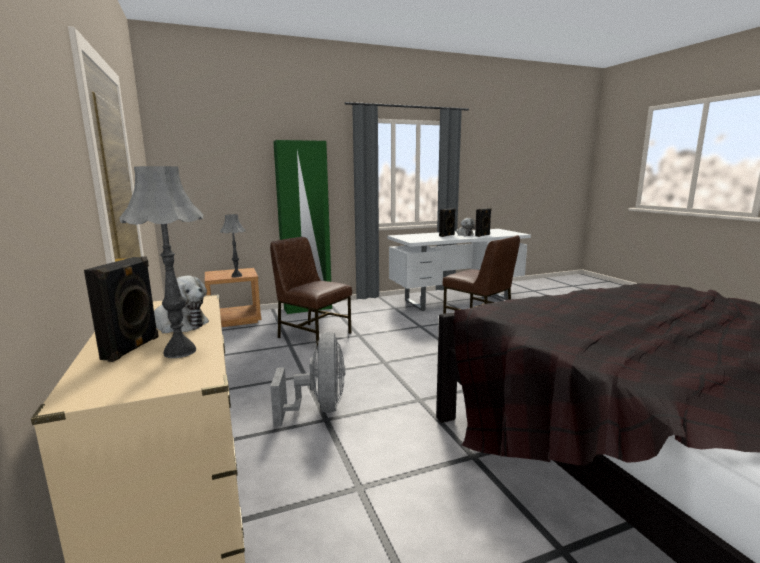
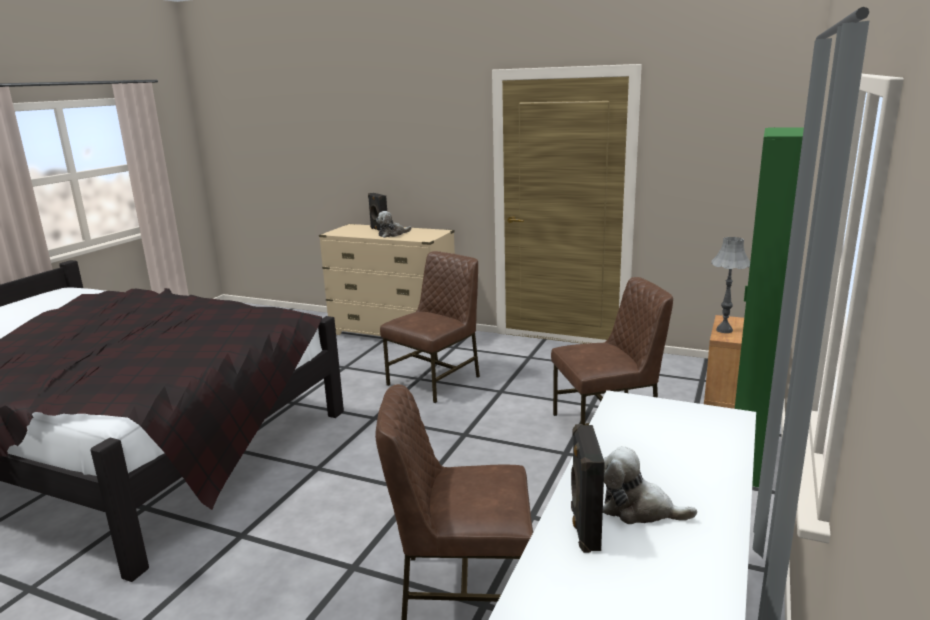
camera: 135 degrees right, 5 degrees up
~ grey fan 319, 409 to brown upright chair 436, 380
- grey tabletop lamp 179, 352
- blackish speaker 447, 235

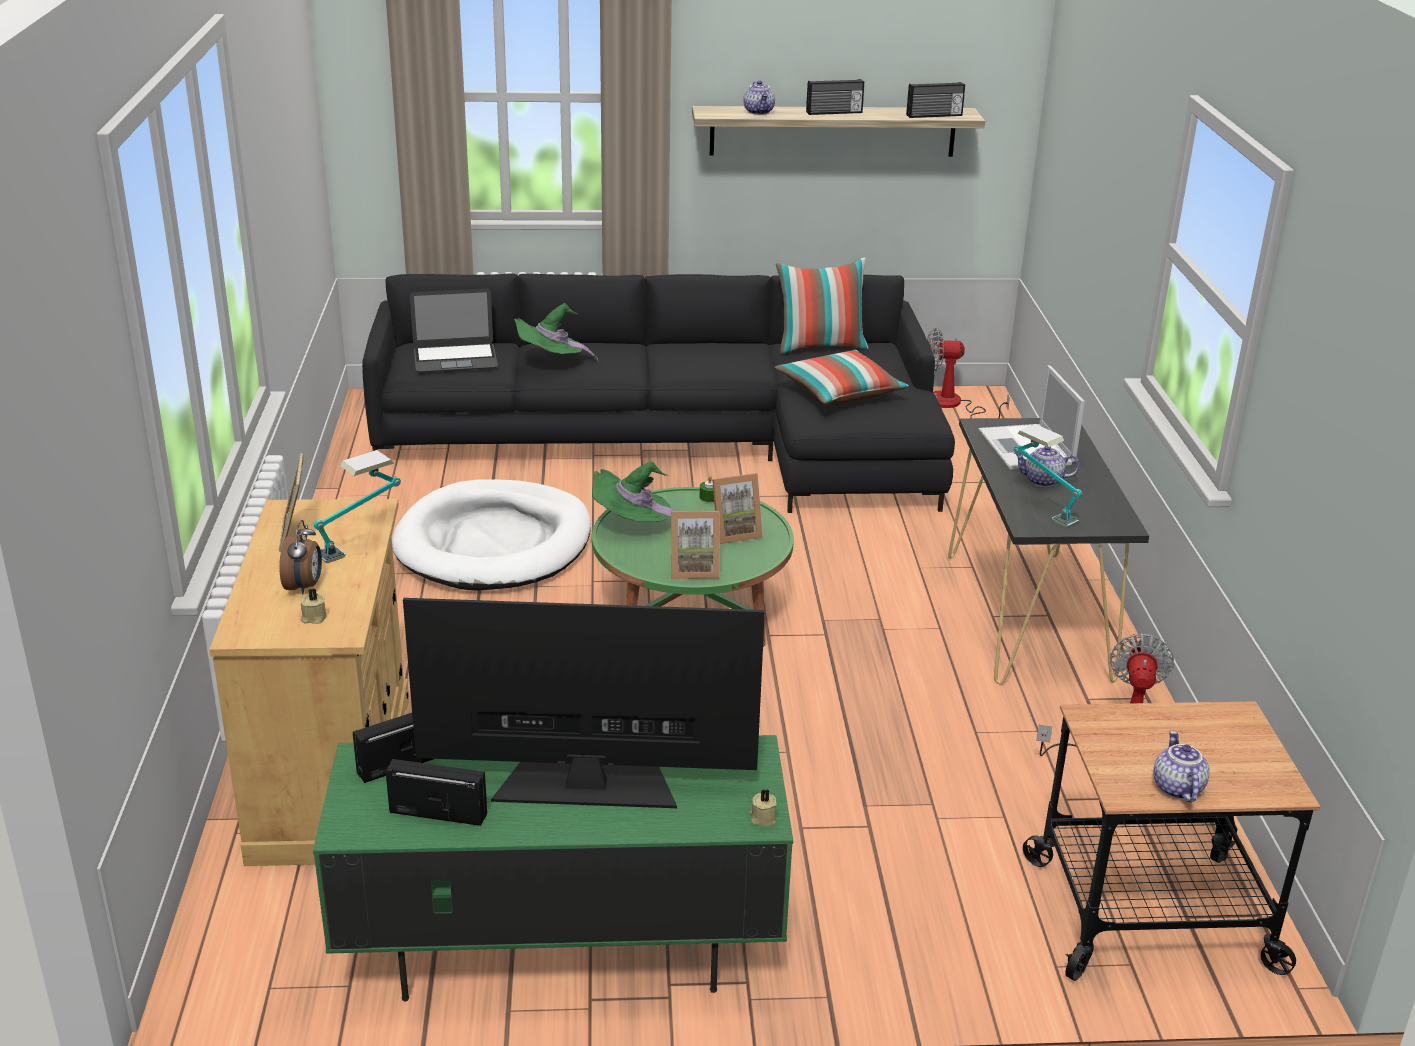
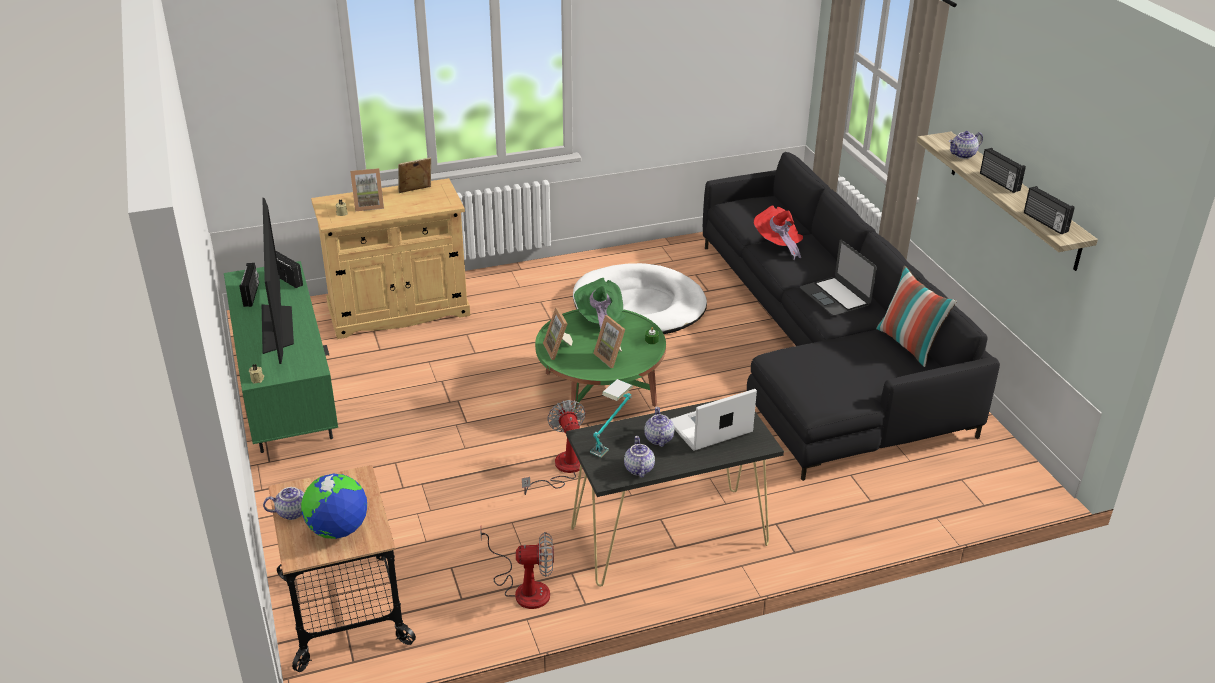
camera: 75 degrees right, 5 degrees up
+ desk globe 338, 530
~ alarm clock 304, 586 to picture frame 368, 205
~ fan 953, 405 to 562, 469
+ pot for tea 638, 469
~ green clothing hat 551, 363 to reddish clothing hat 778, 245
~ laptop 455, 358 to 835, 296
- tabletop lamp 361, 545
- pillow 839, 393

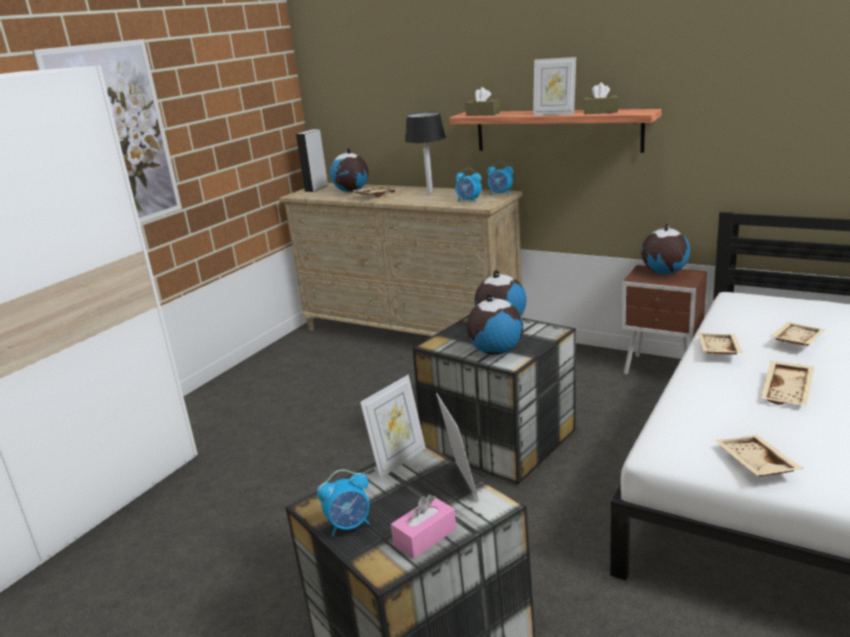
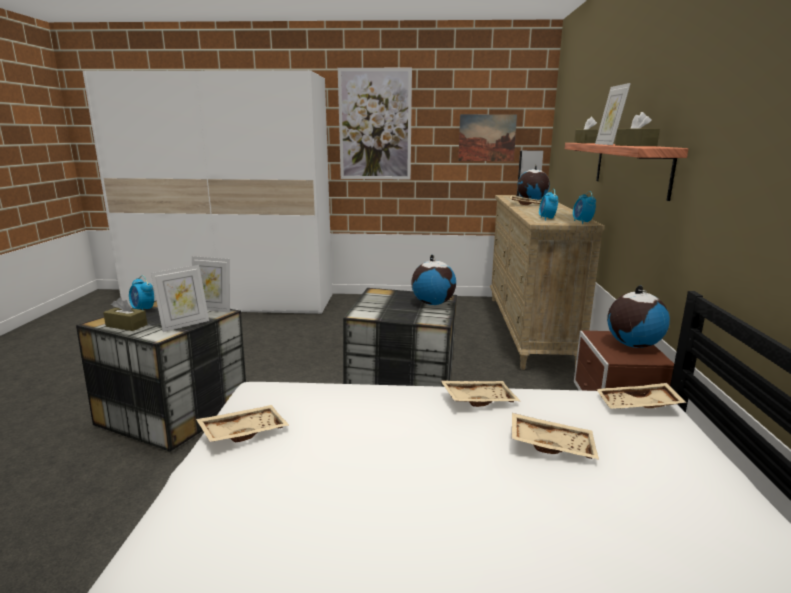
camera: 60 degrees right, 5 degrees down
~ pink box of tissues 425, 536 to brown box of tissues 126, 325
+ wall picture 487, 138
~ beige carrying tray 788, 391 to 638, 406
- tabletop lamp 430, 192
- desk globe 495, 351

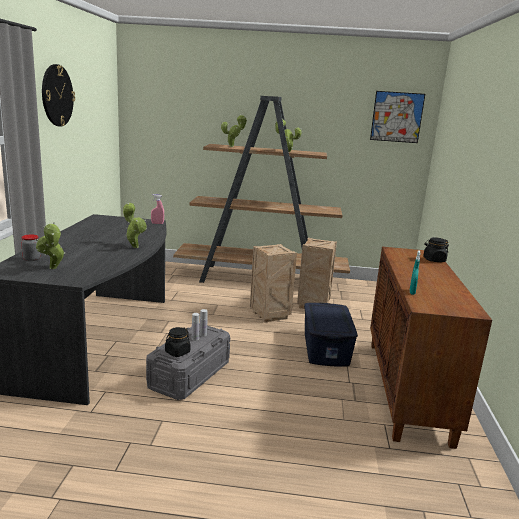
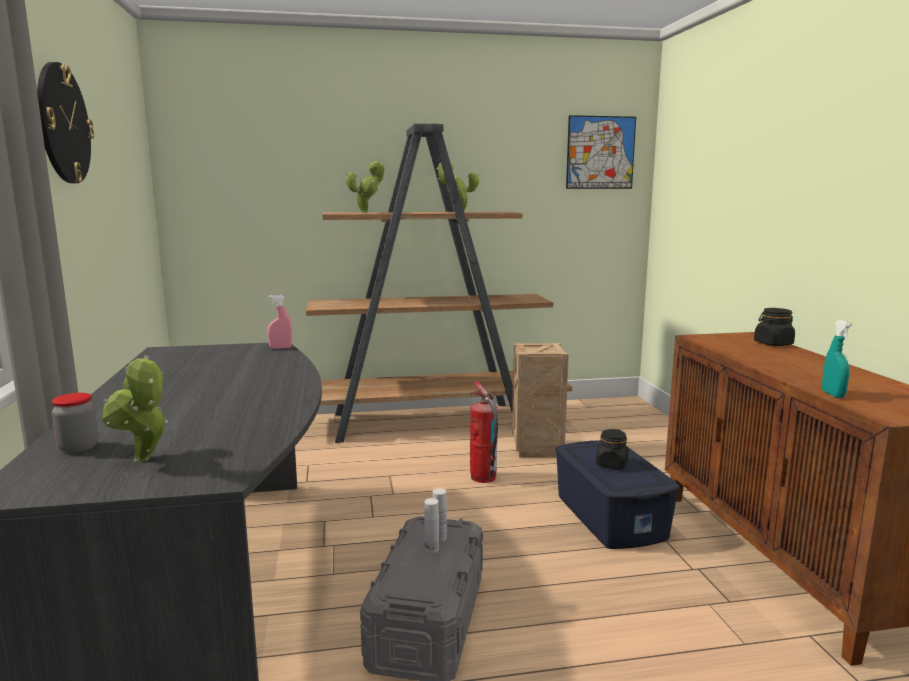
camera: 15 degrees left, 5 degrees down
~ crate 269, 315 to extinguisher 483, 477
~ blackish jar 177, 352 to 612, 464
- houseplant 134, 246

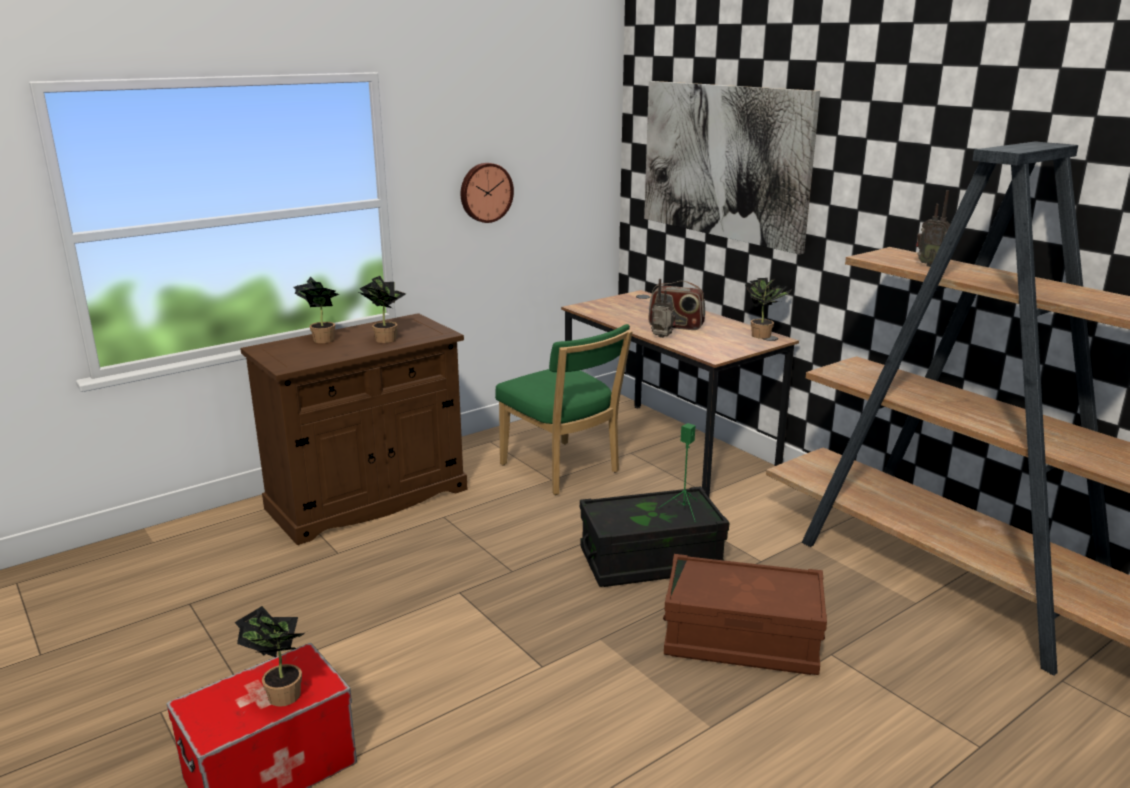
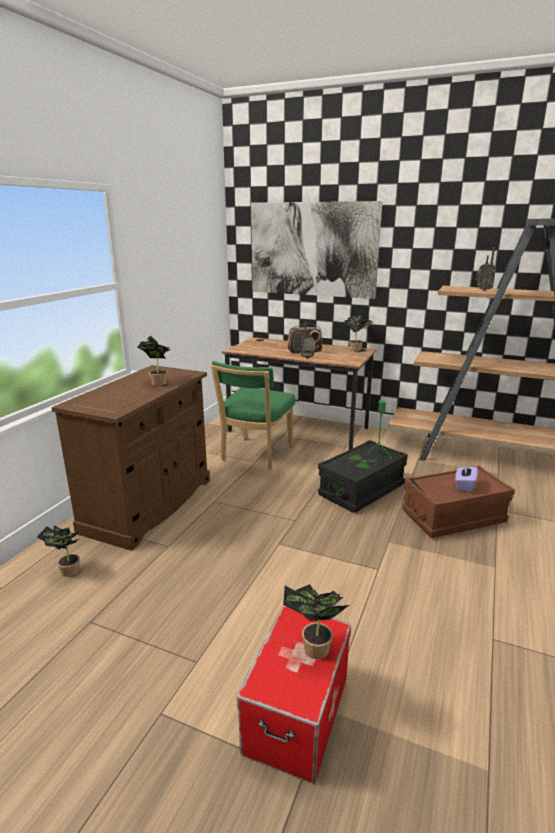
camera: 30 degrees left, 0 degrees up
~ houseplant 321, 339 to 67, 571
~ green upright chair 563, 470 = 255, 454 90 degrees clockwise
+ purple-coloured box of tissues 464, 486
- hanging clock 485, 192

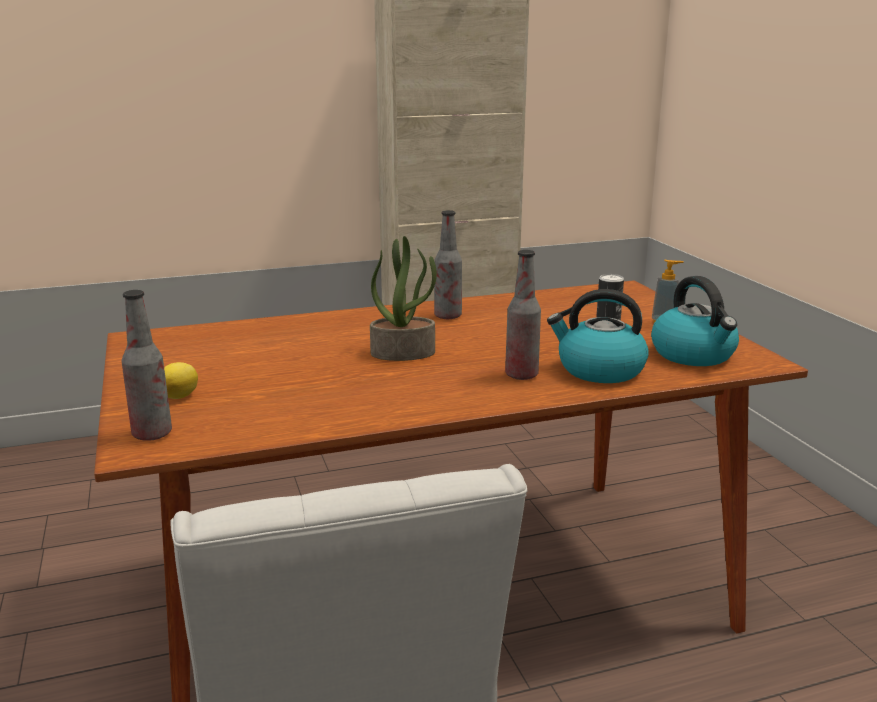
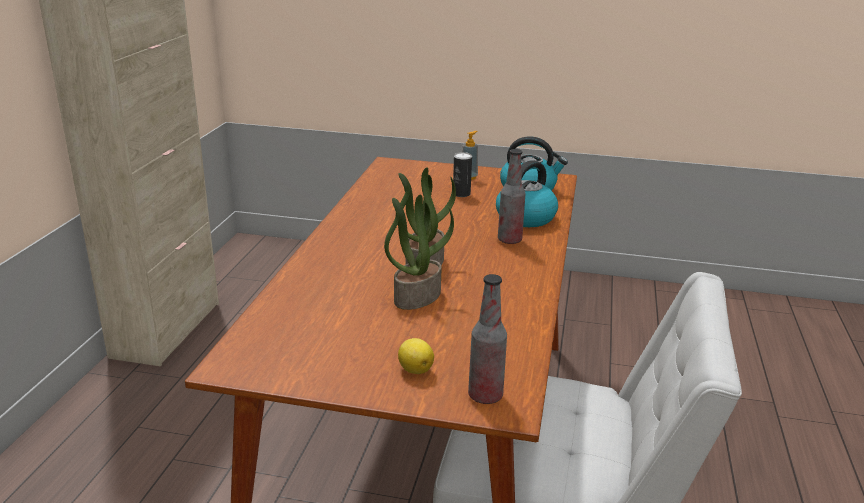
camera: 60 degrees left, 5 degrees up
+ houseplant 417, 296
- beverage bottle 448, 316

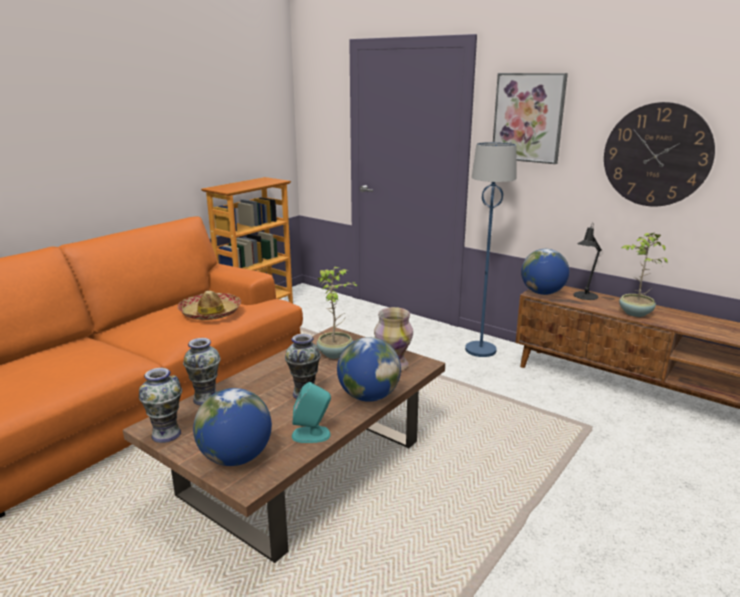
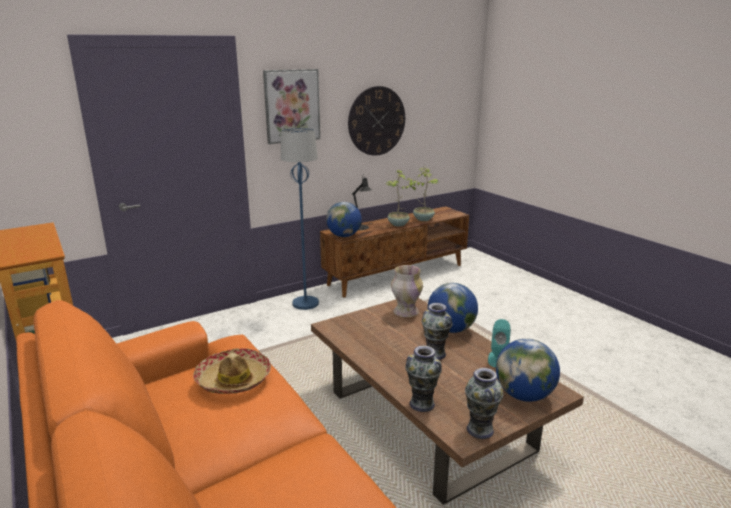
camera: 70 degrees left, 0 degrees up
~ houseplant 336, 353 to 423, 219

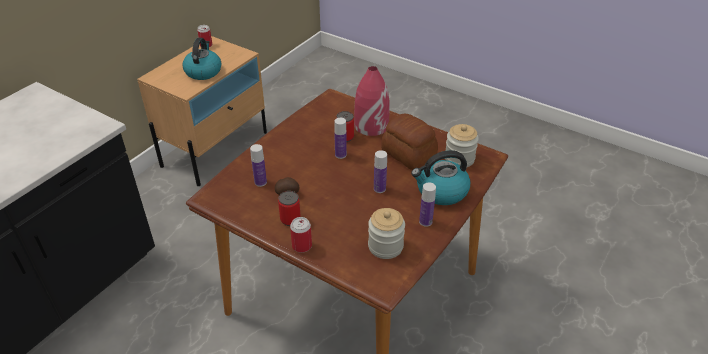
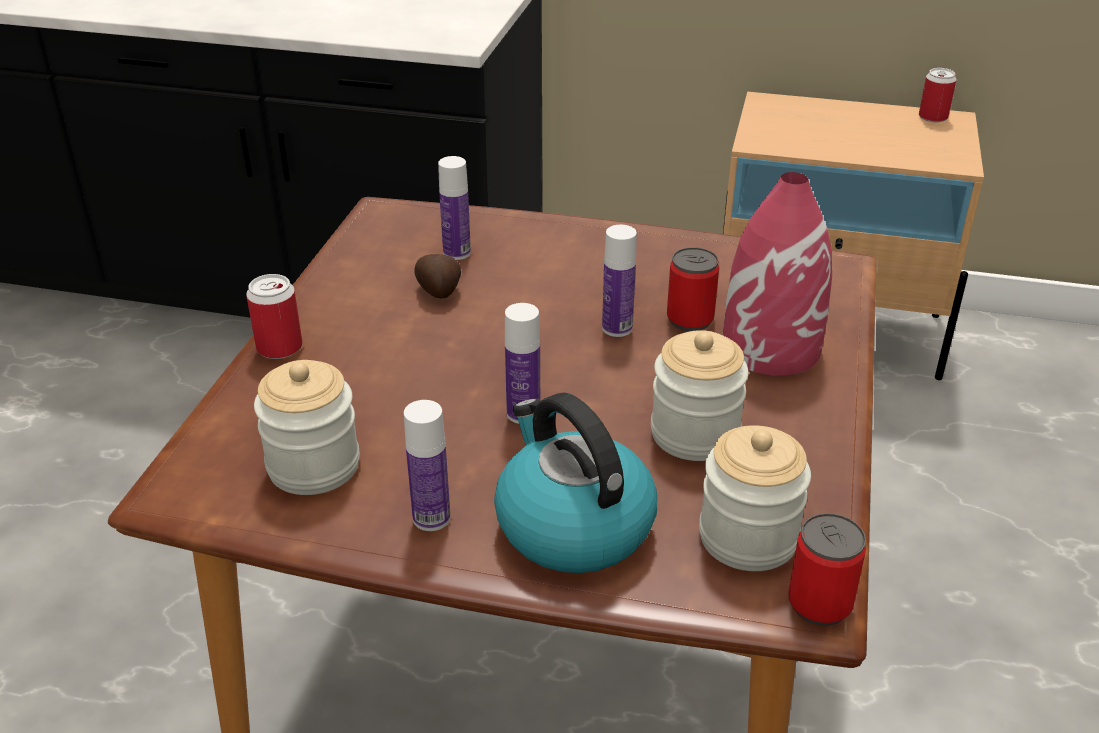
camera: 70 degrees right, 5 degrees down
~ bakery bread 408, 155 to jar 695, 434
~ can 290, 219 to 819, 604
- tea kettle 203, 71

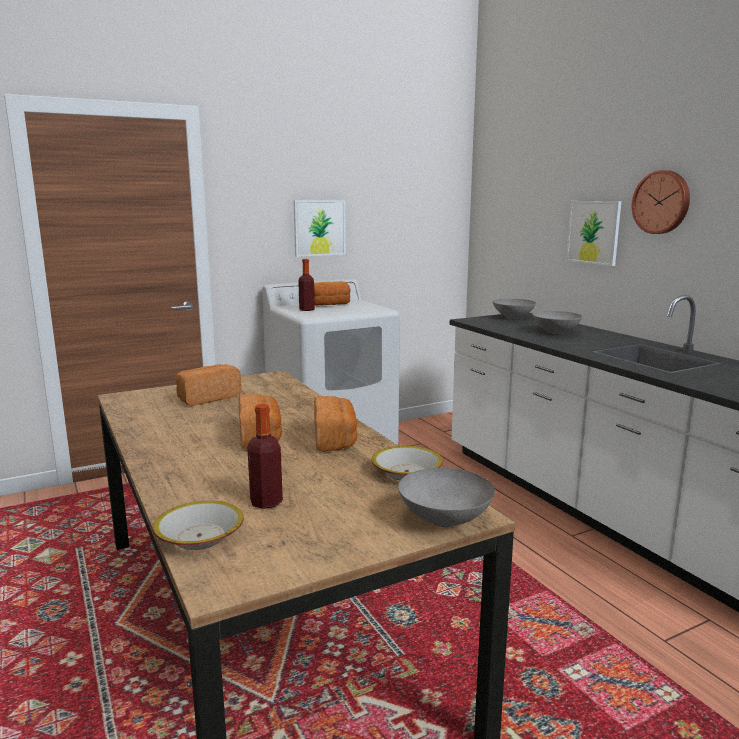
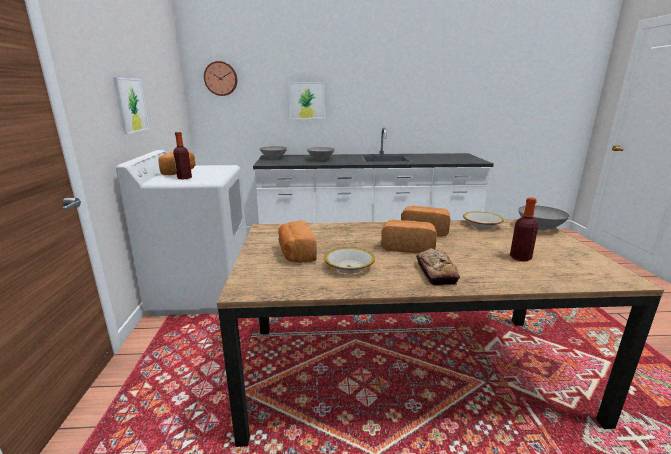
camera: 65 degrees left, 5 degrees up
~ hanging clock 662, 202 to 221, 78
~ deep dish 199, 537 to 348, 267
+ bakery bread 436, 272

